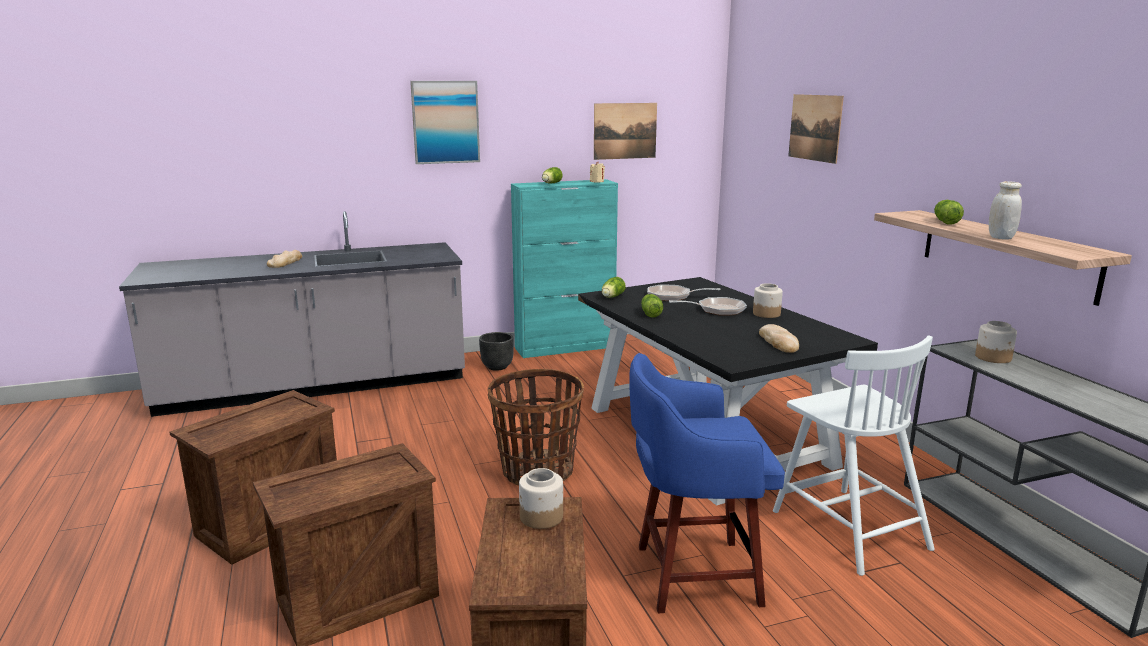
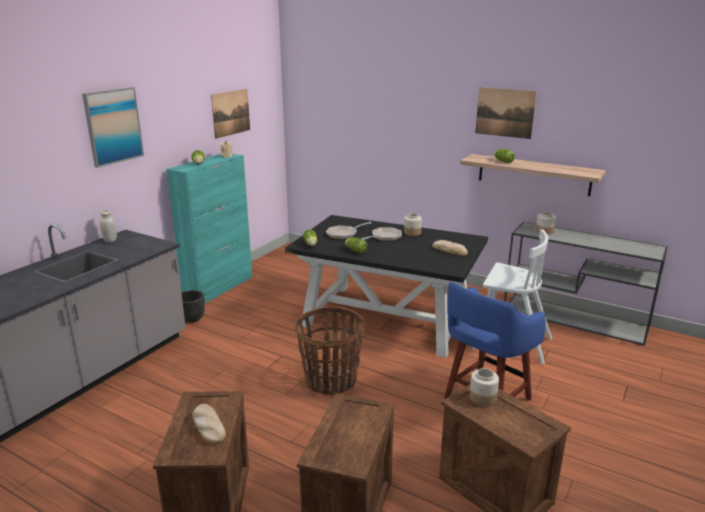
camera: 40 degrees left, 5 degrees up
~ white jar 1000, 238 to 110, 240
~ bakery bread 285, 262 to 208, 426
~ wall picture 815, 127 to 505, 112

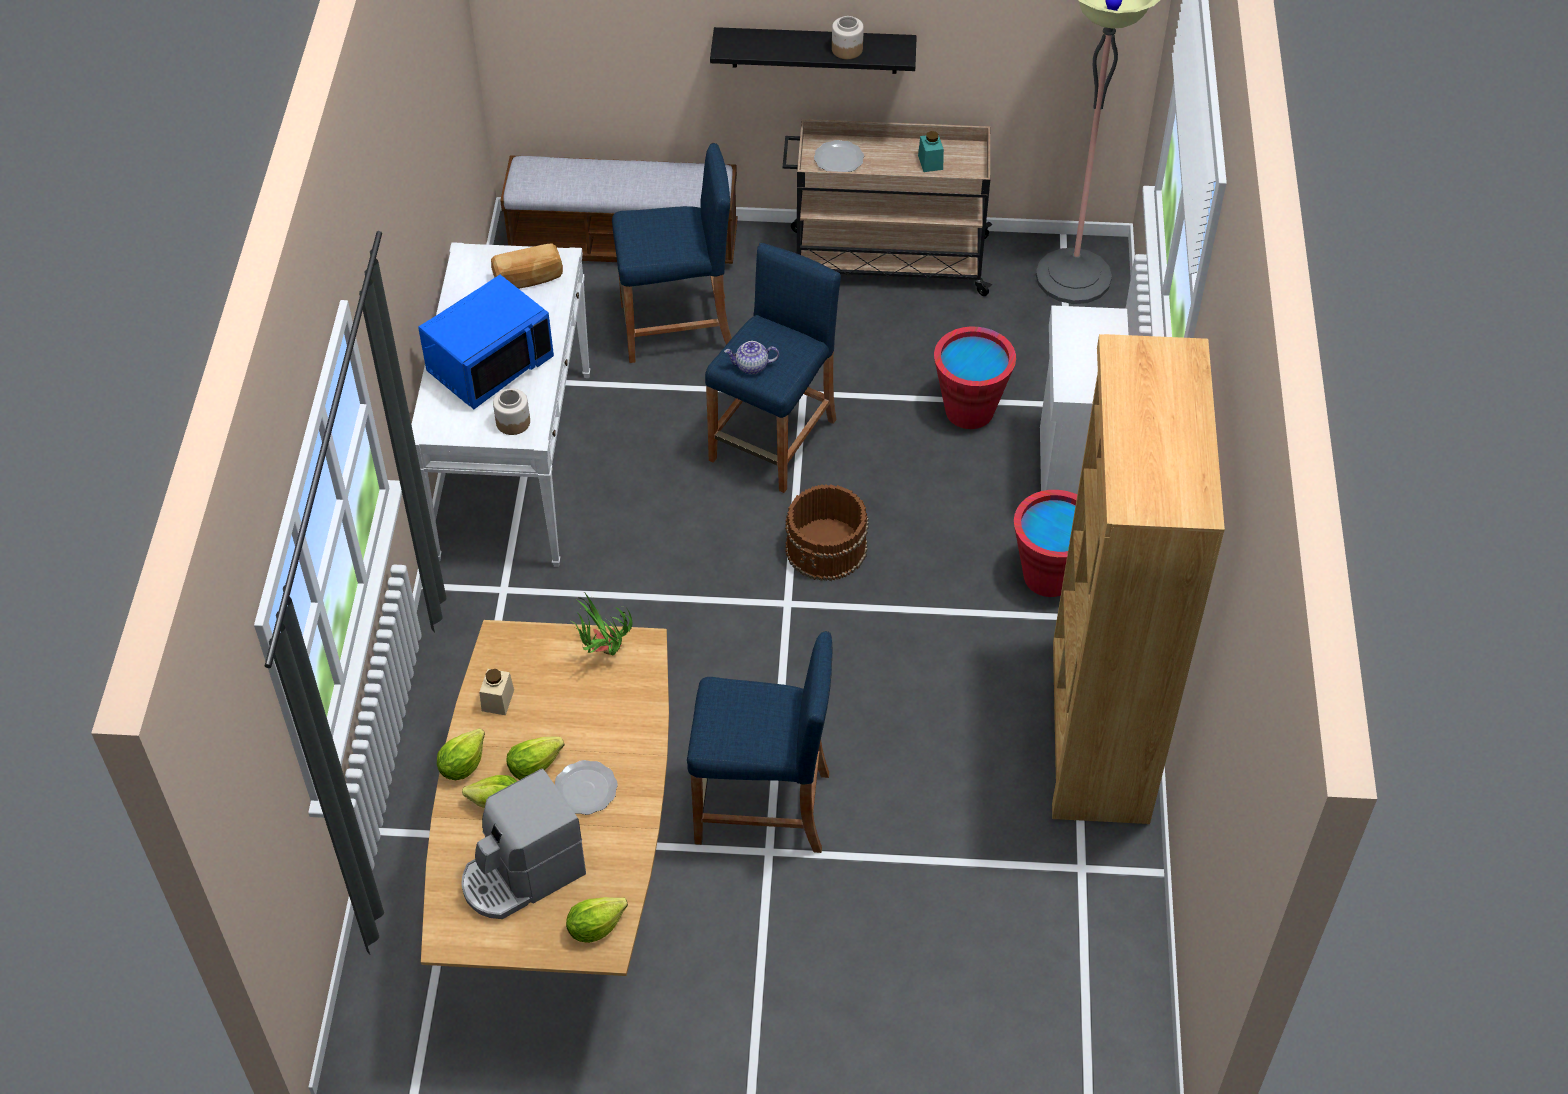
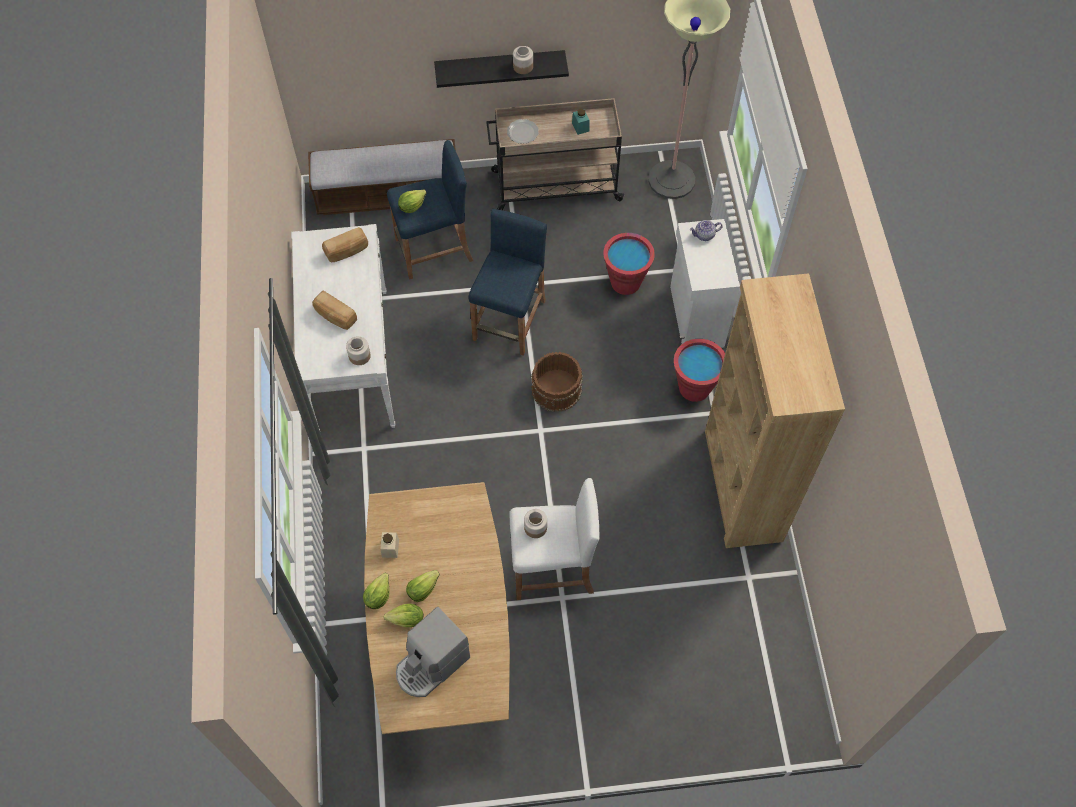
camera: 10 degrees left, 10 degrees up
~ bluish kitchen microwave 489, 364 to bakery bread 335, 316
~ lettuce head 595, 927 to 412, 206
~ bluish stool seat 762, 807 to white stool seat 552, 569
+ jar 535, 527
~ pot for tea 751, 366 to 704, 235
- flat dish 584, 789
- houseplant 602, 653

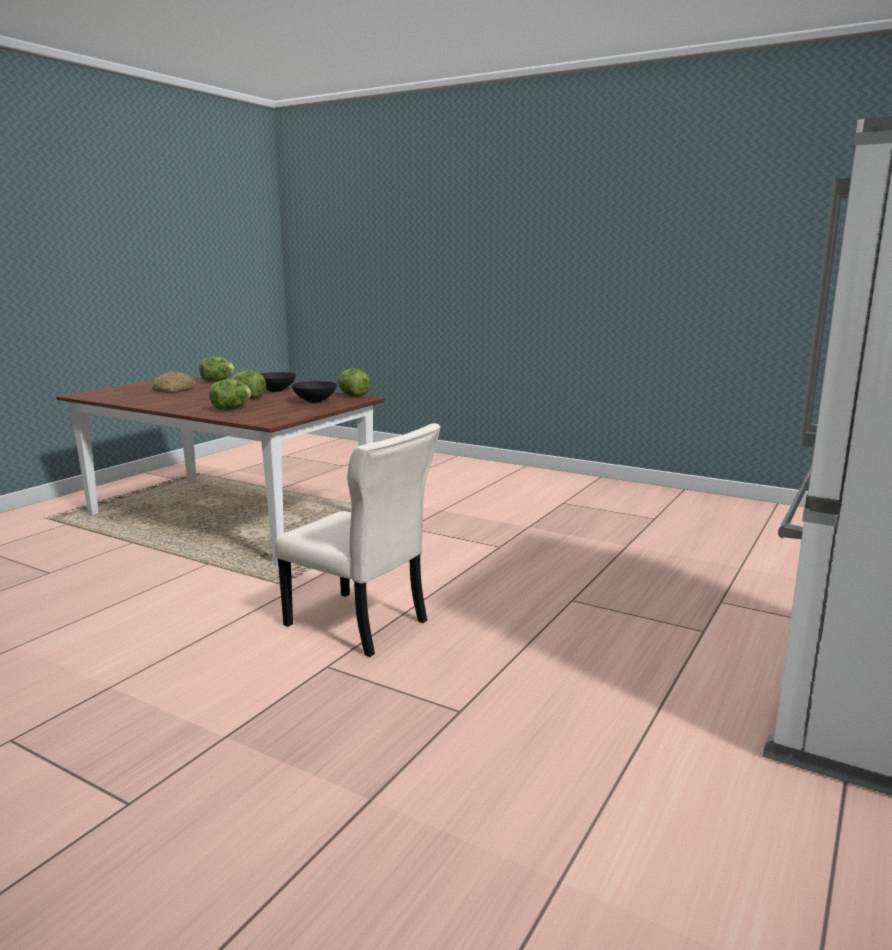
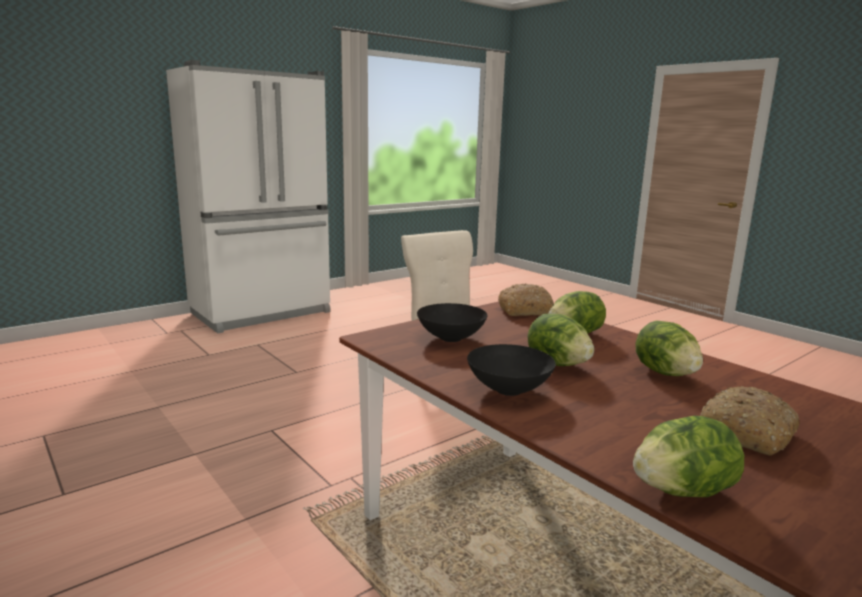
camera: 160 degrees left, 0 degrees up
+ bakery bread 526, 310
~ lettuce head 353, 396 to 665, 373

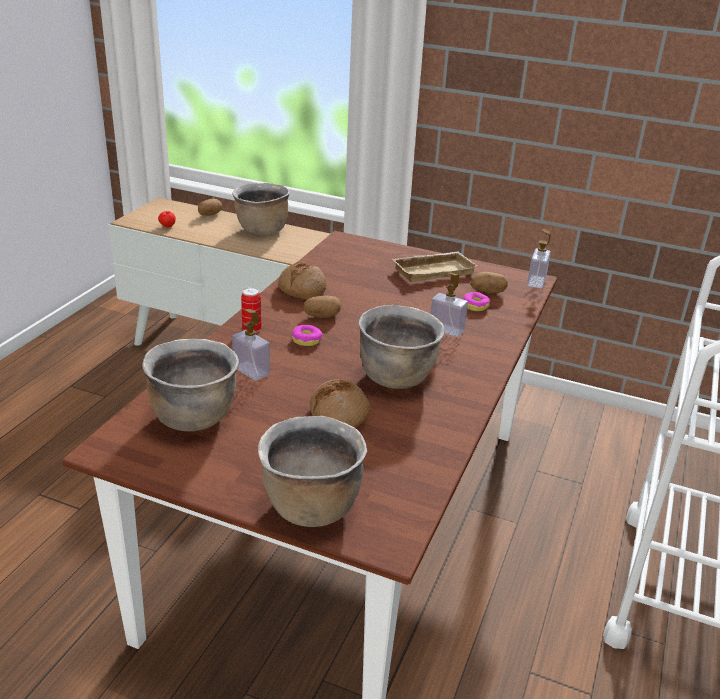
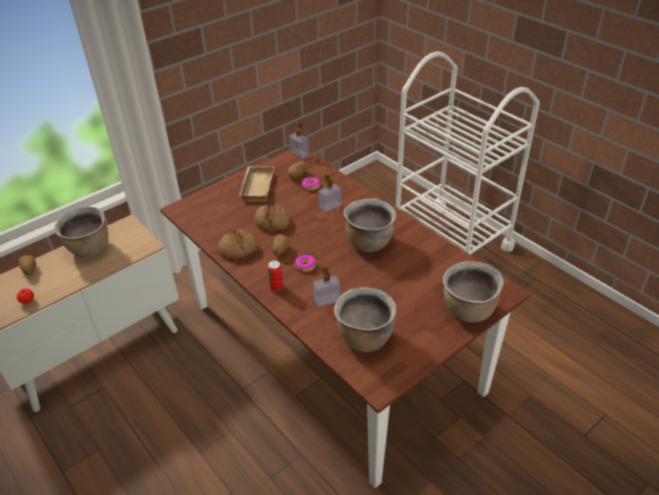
camera: 60 degrees left, 10 degrees up
~ bakery bread 339, 414 to 272, 221

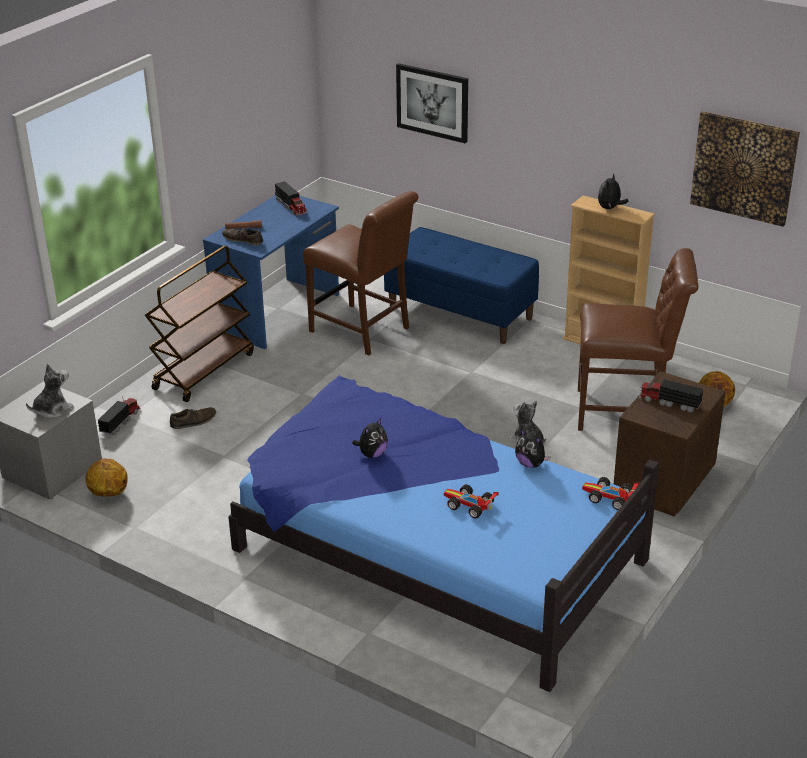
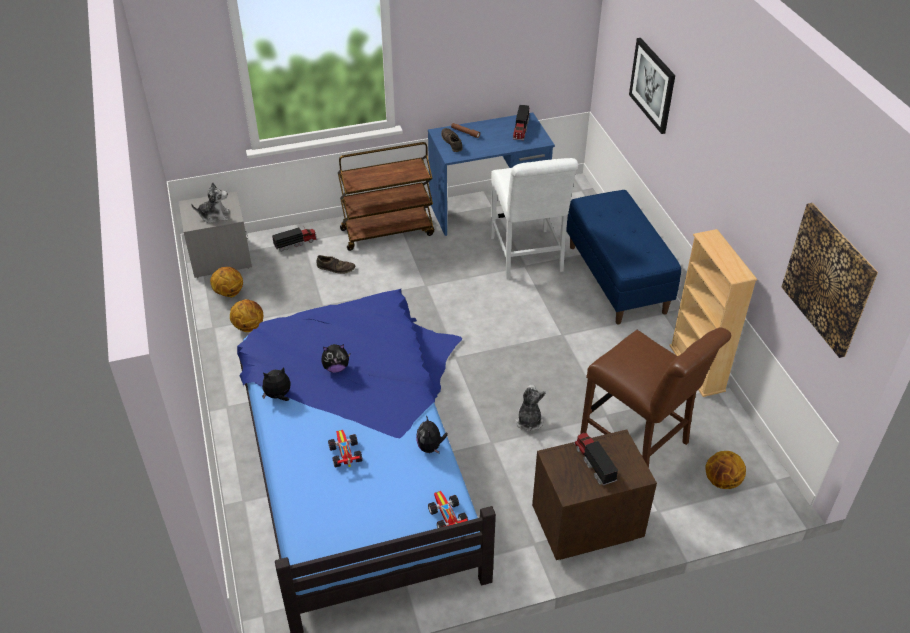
camera: 40 degrees right, 10 degrees up
+ basketball ball 249, 326
~ plush toy 610, 208 to 278, 396
~ brown upright chair 363, 331 to white upright chair 527, 257

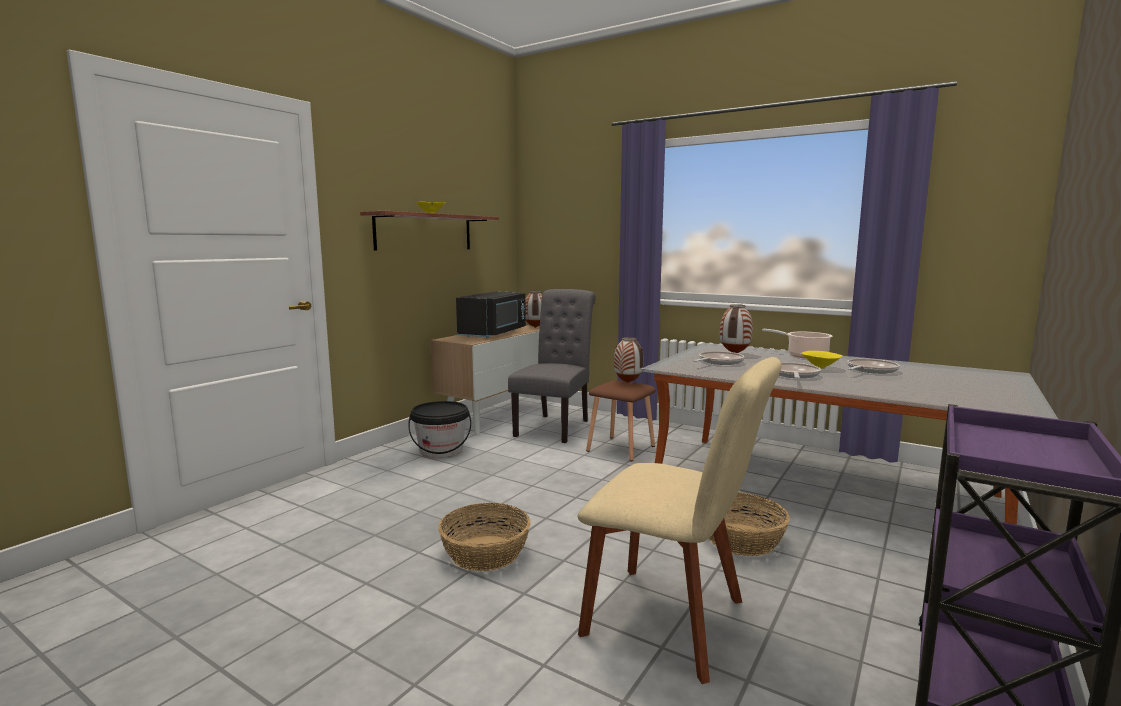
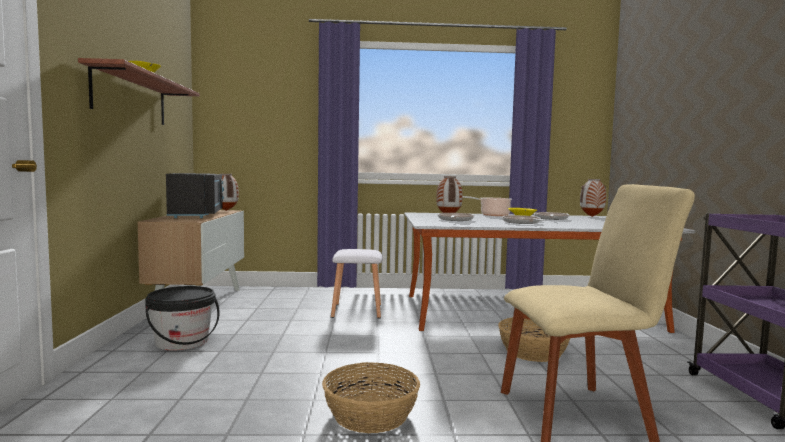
camera: 35 degrees left, 5 degrees down
~ brown stool seat 621, 448 to white stool seat 356, 310
~ vase 627, 382 to 591, 216
- grey upright chair 555, 426

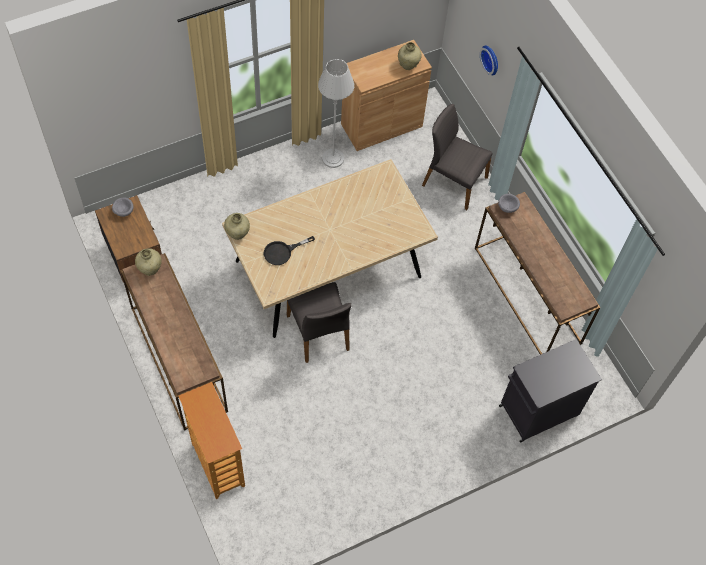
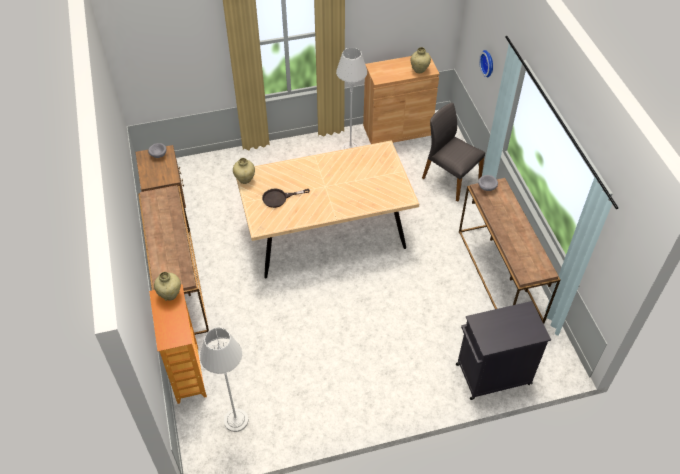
camera: 15 degrees right, 10 degrees down
~ beige vase 150, 269 to 170, 294
+ grey standing lamp 236, 420
- grey upright chair 319, 333

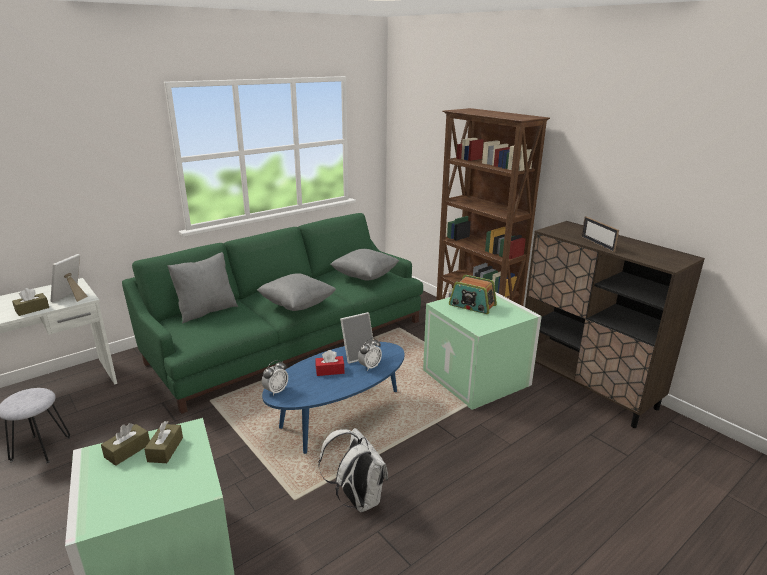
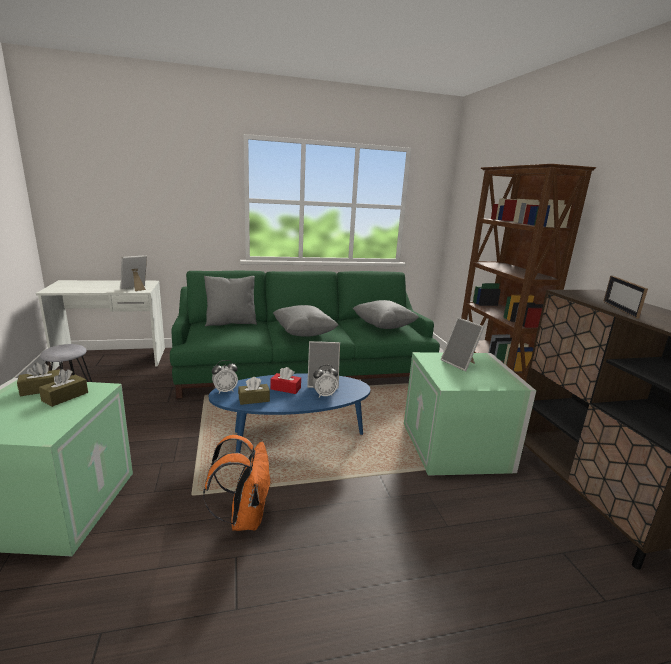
camera: 25 degrees right, 5 degrees down
~ white knapsack 357, 499 to orange-coloured knapsack 244, 517
~ brown box of tissues 32, 309 to 254, 399
~ radio 472, 305 to picture frame 460, 364

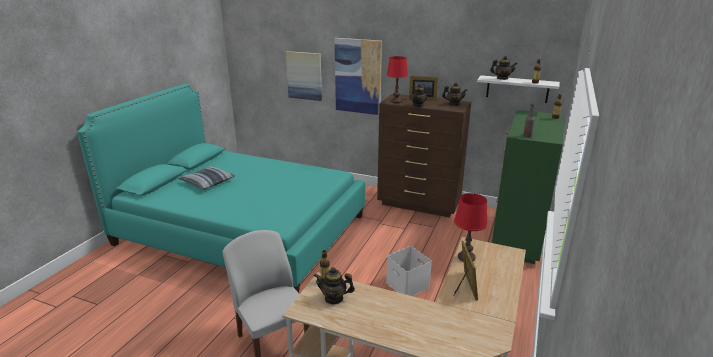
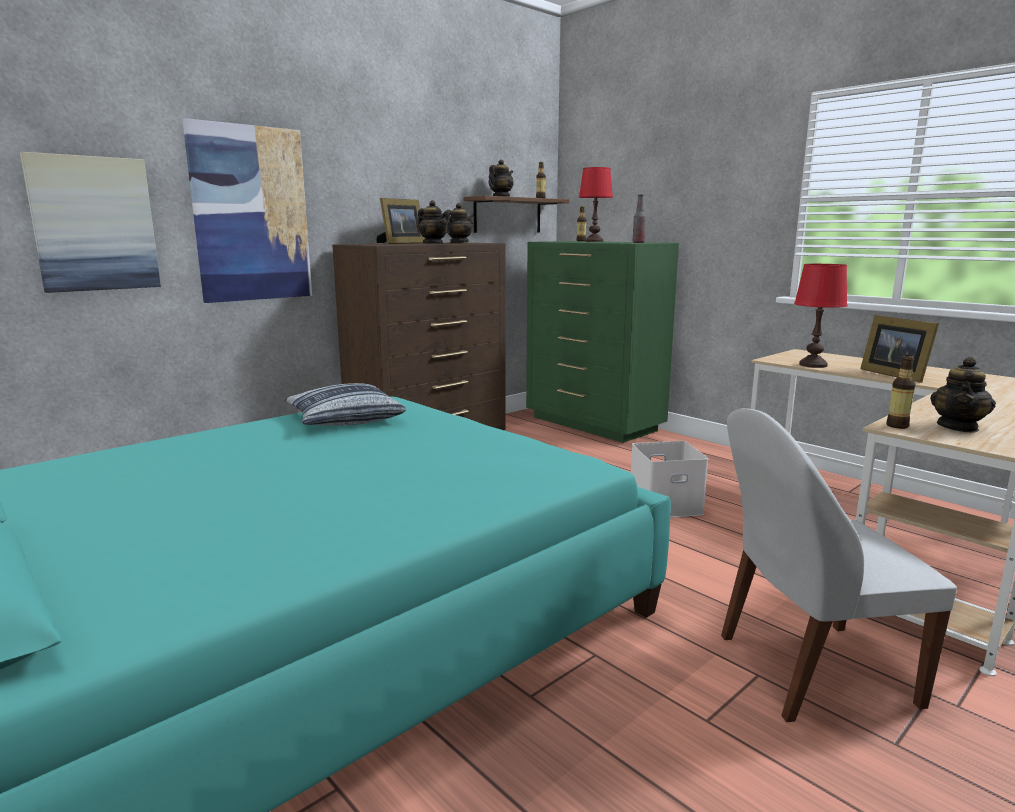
camera: 65 degrees left, 10 degrees down
~ pillow 207, 182 to 344, 419
~ white bracket shelf 517, 89 to brown bracket shelf 507, 215
~ reddish tabletop lamp 396, 101 to 594, 241
~ picture frame 465, 286 = 894, 374 135 degrees counterclockwise

